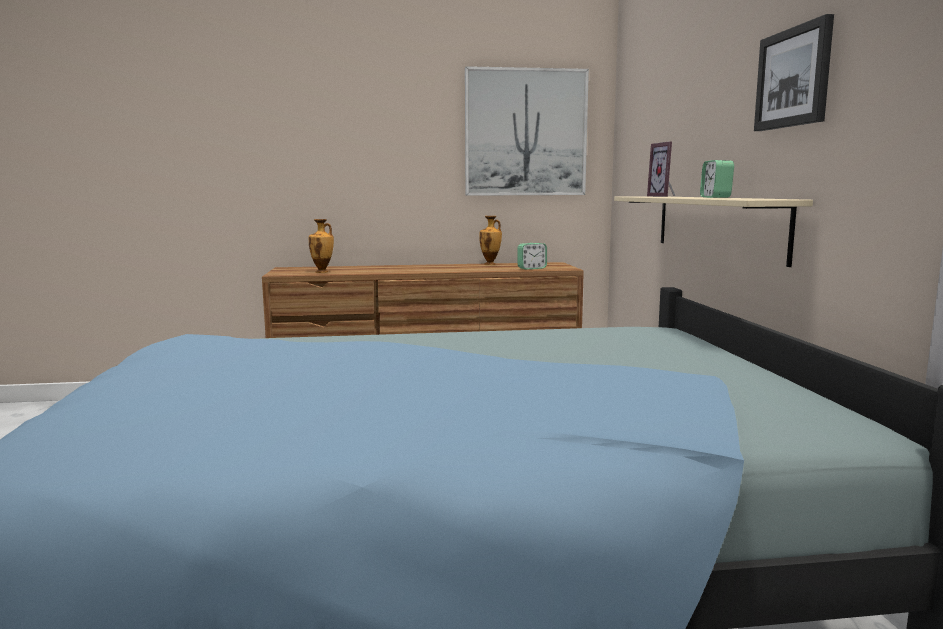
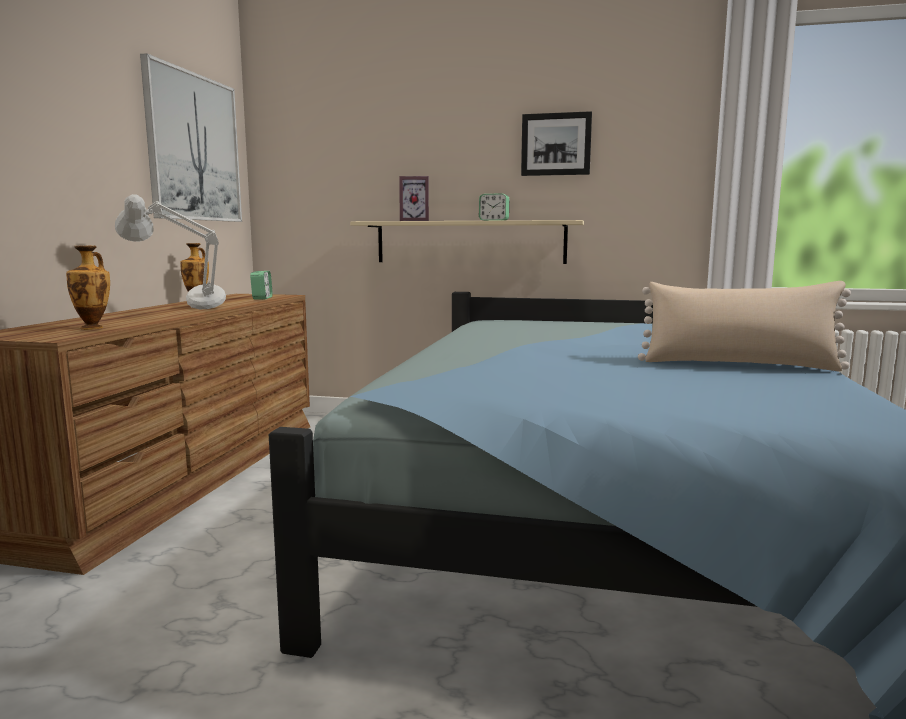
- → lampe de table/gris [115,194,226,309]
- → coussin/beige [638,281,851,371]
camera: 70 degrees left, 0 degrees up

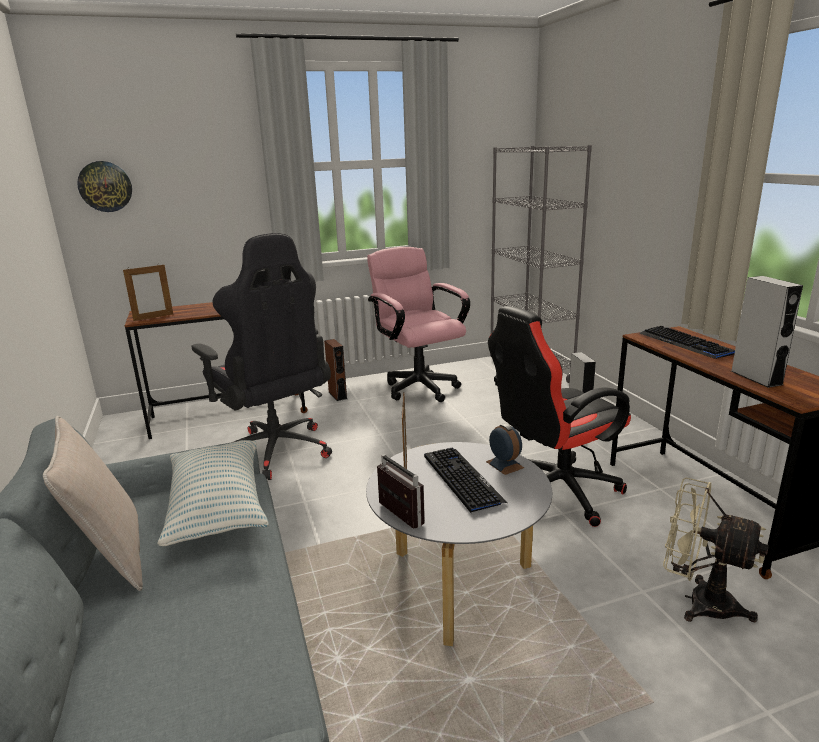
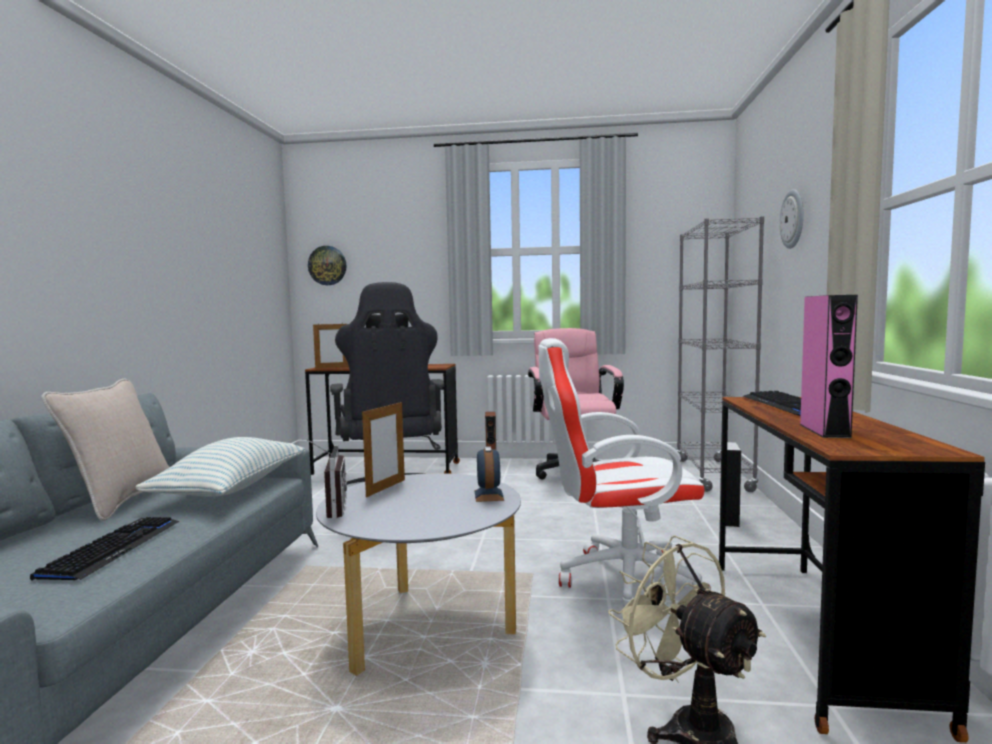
enceinte/gris [731,276,803,388] → enceinte/rose [799,295,858,438]
chaise de bureau/noir [488,306,631,527] → chaise de bureau/blanc [538,338,711,607]
clavier [424,448,508,514] → clavier [30,517,180,580], relocated
- → horloge murale [780,189,804,249]
camera: 25 degrees right, 15 degrees down

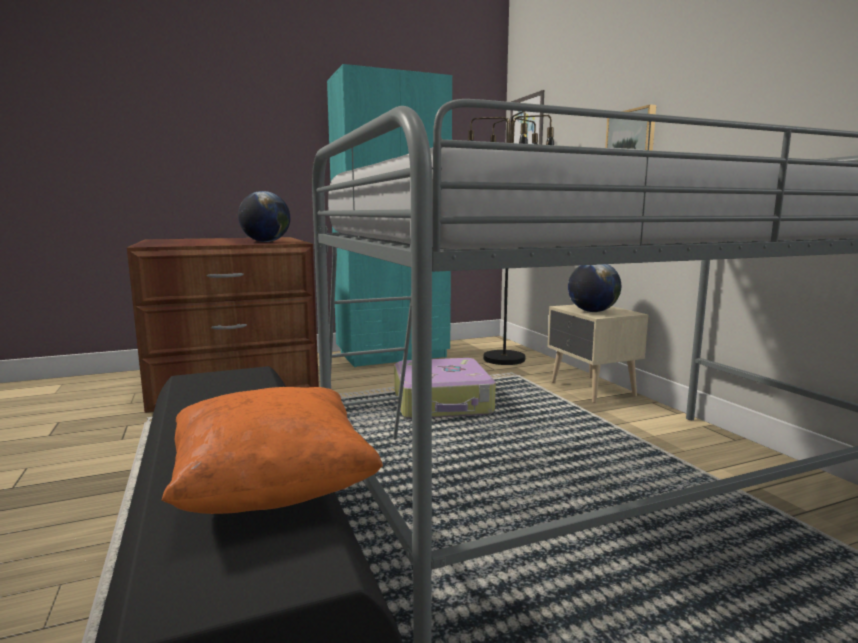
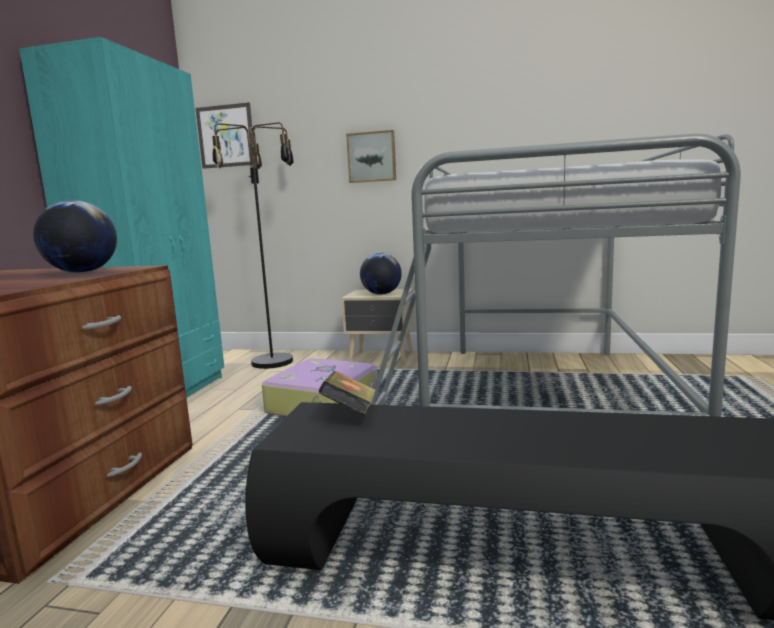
coussin/orange [162,387,383,514] → -
- → livre [318,371,376,415]
camera: 55 degrees left, 0 degrees up

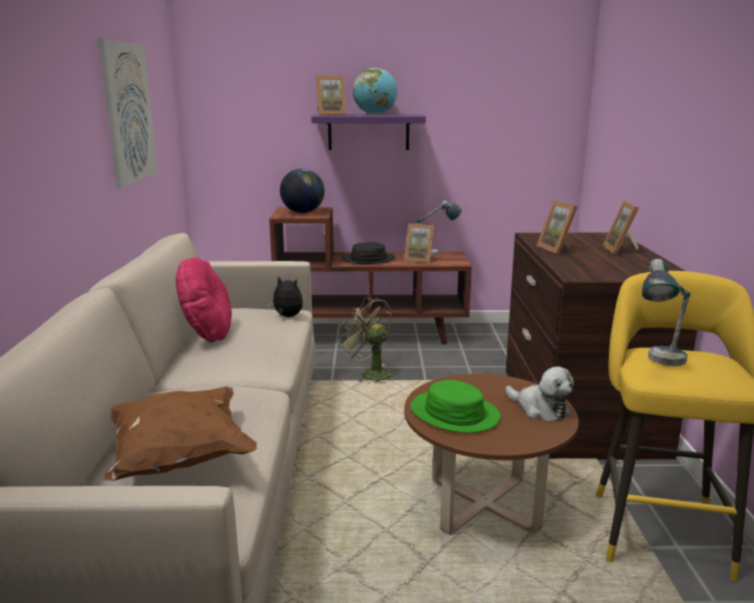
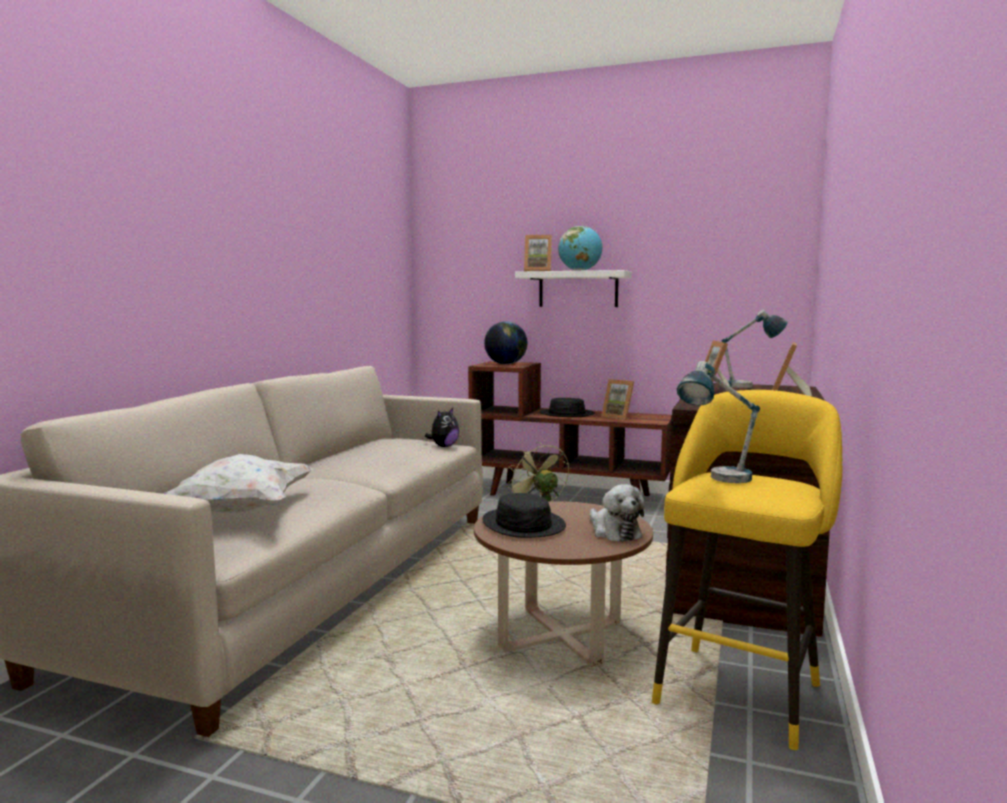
tableau [98,39,158,188] → -
étagère/violet [311,115,426,150] → étagère/blanc [515,270,632,307]
lampe de table [416,200,462,256] → lampe de table [722,310,788,388], relocated
coussin/rose [176,257,232,343] → -
peluche [268,276,303,317] → peluche [425,408,459,447], 75 degrees clockwise
chapeau/vert [410,380,501,433] → chapeau/noir [482,493,566,538]
coussin/marron [103,386,257,481] → coussin/blanc [163,454,313,513]
camera: 20 degrees right, 10 degrees down

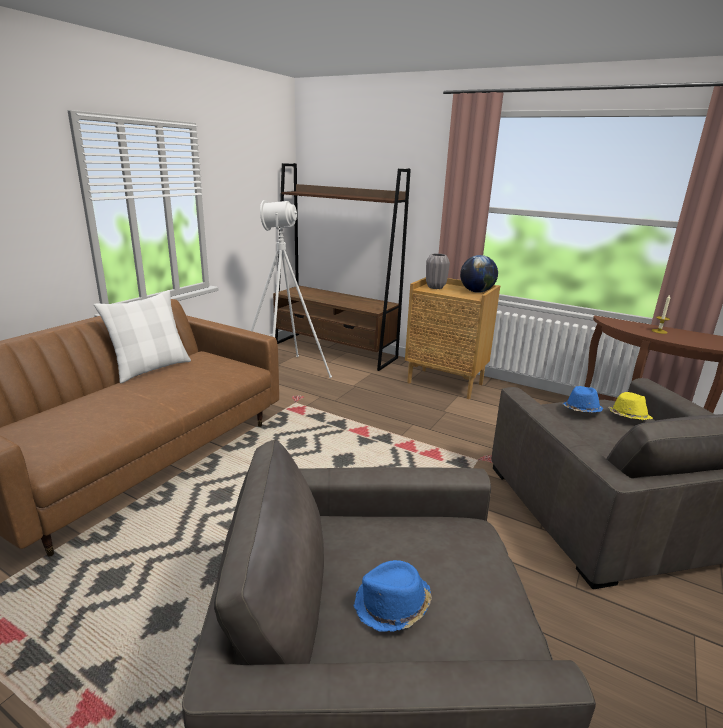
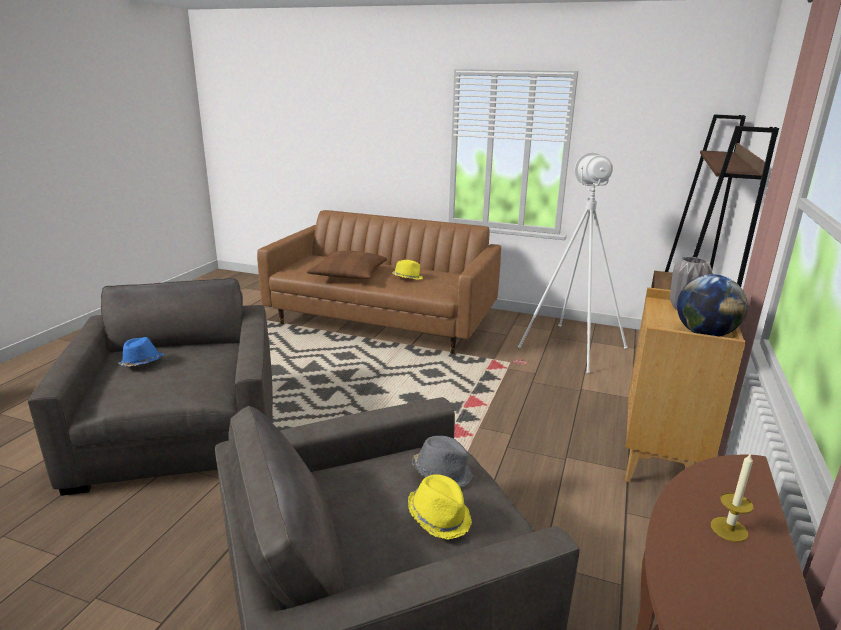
coussin/blanc [94,290,191,383] → -
chapeau/bleu [563,386,603,413] → chapeau/gris [412,436,473,487]
- → coussin/marron [307,251,387,279]
- → chapeau/jaune [392,260,423,280]
camera: 80 degrees right, 0 degrees up

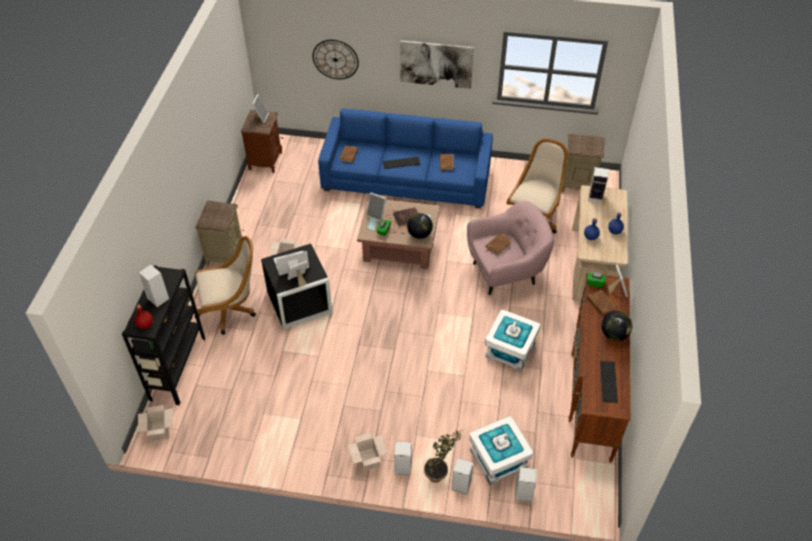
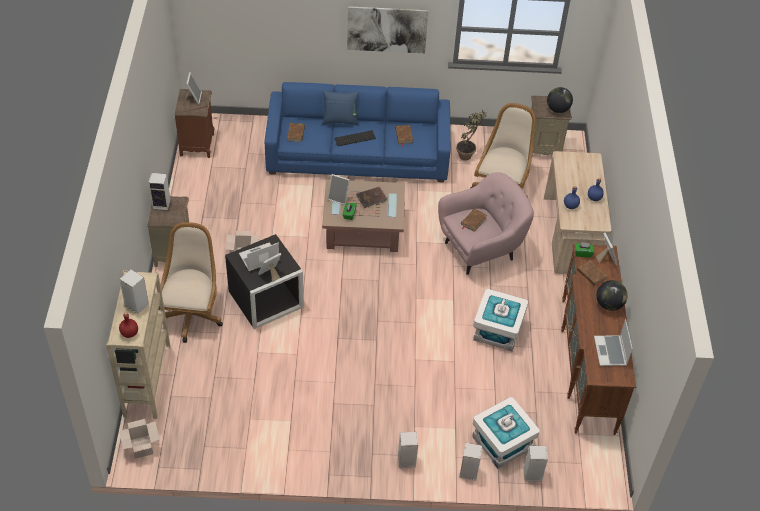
horloge murale [313,40,359,79] → -
enceinte [588,167,609,203] → enceinte [149,173,171,210], relocated
globe [407,213,433,239] → globe [547,87,573,113], relocated
chaise de bureau [195,236,256,335] → chaise de bureau [159,222,223,343], 60 degrees counterclockwise
bibliothèque/noir [122,265,205,405] → bibliothèque/beige [106,270,171,419]
clavier [600,361,618,403] → ordinateur portable [594,319,633,366]
plante en pot [424,430,462,483] → plante en pot [456,109,487,161], relocated
carton [348,433,387,471] → -
- → coussin/bleu [322,91,359,126]
camera: 10 degrees left, 0 degrees up

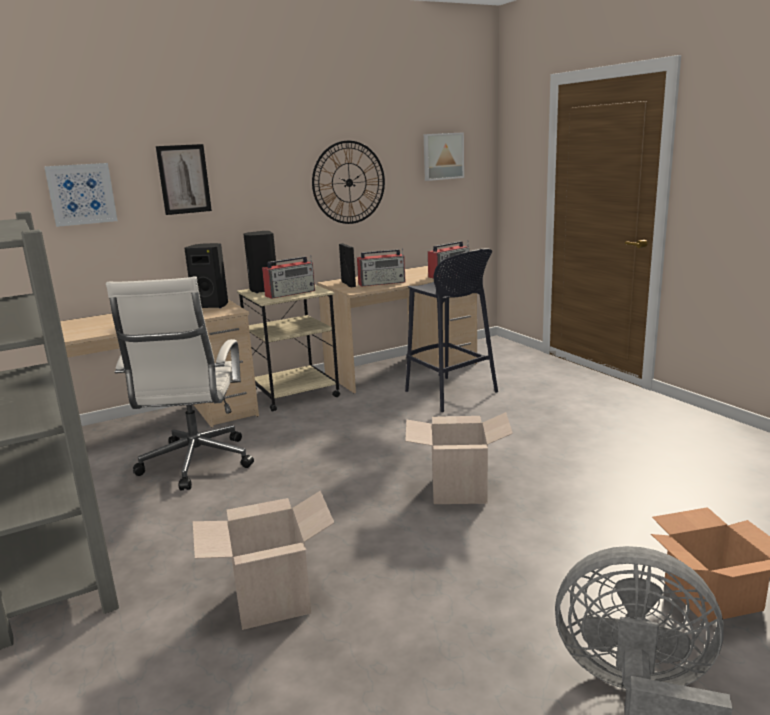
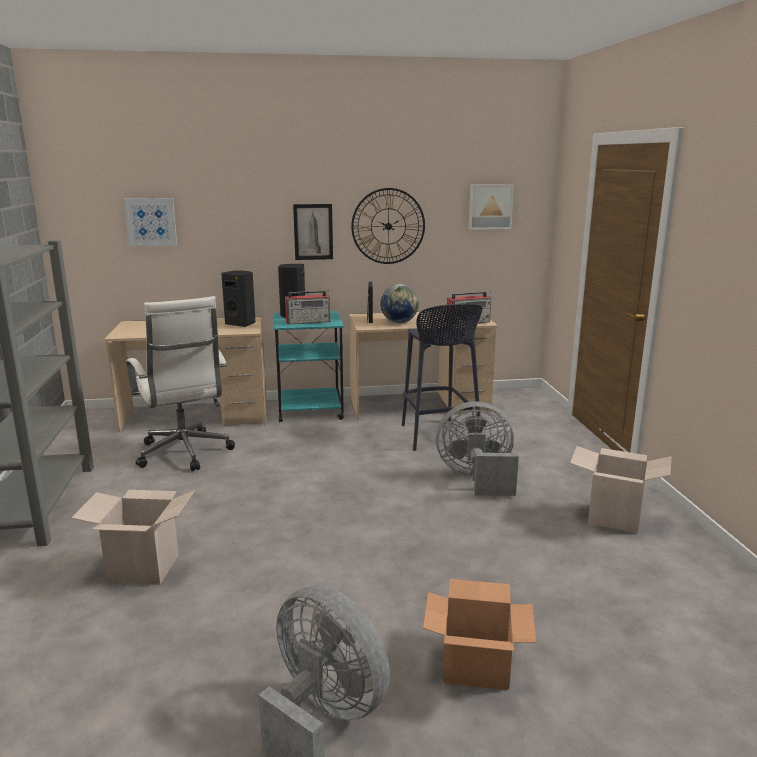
tableau [156,144,212,215] → tableau [293,204,333,260], relocated
radio [357,248,405,287] → globe [381,284,419,323]
chaise de bureau/blanc [106,277,254,490] → chaise de bureau/blanc [126,296,235,471], 45 degrees counterclockwise
chariot/beige [237,285,340,412] → chariot/turquoise [274,311,344,422]
carton [405,412,513,504] → carton [570,446,671,533], relocated
- → ventilateur/gris [436,401,519,496]
camera: 20 degrees right, 0 degrees up

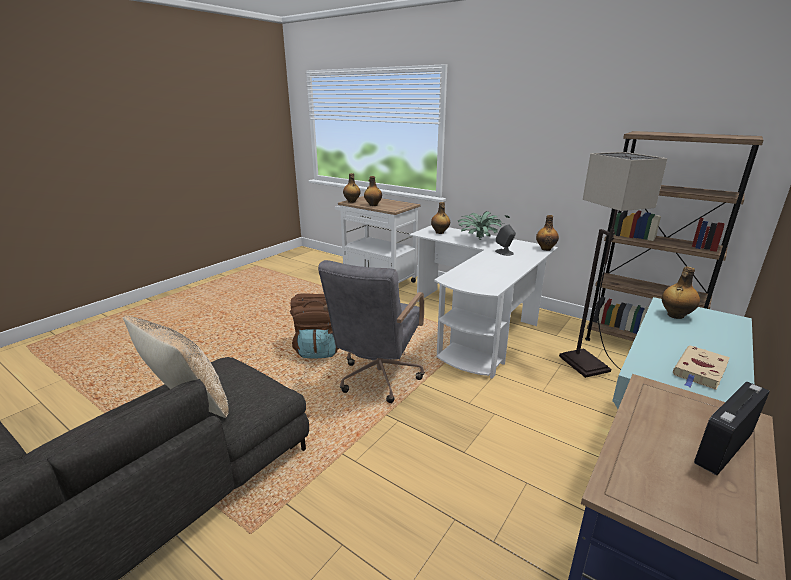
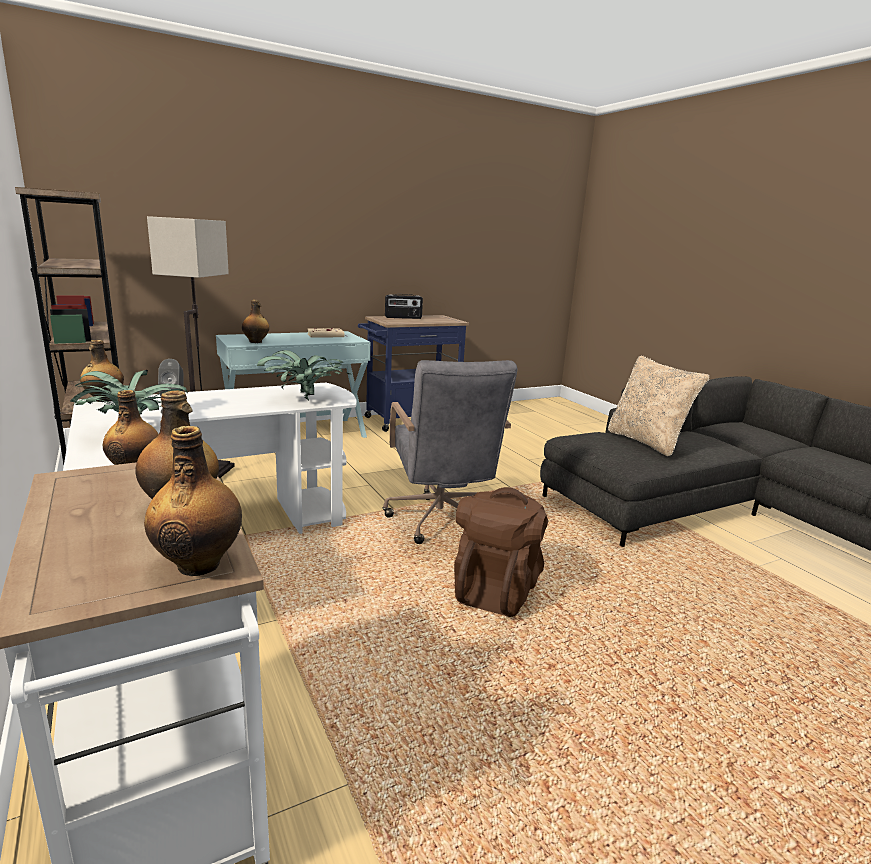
chaise de bureau/gris [318,260,425,403] → chaise de bureau/gris [382,360,518,544], 120 degrees clockwise
- → plante en pot [257,350,350,400]
camera: 155 degrees left, 5 degrees down

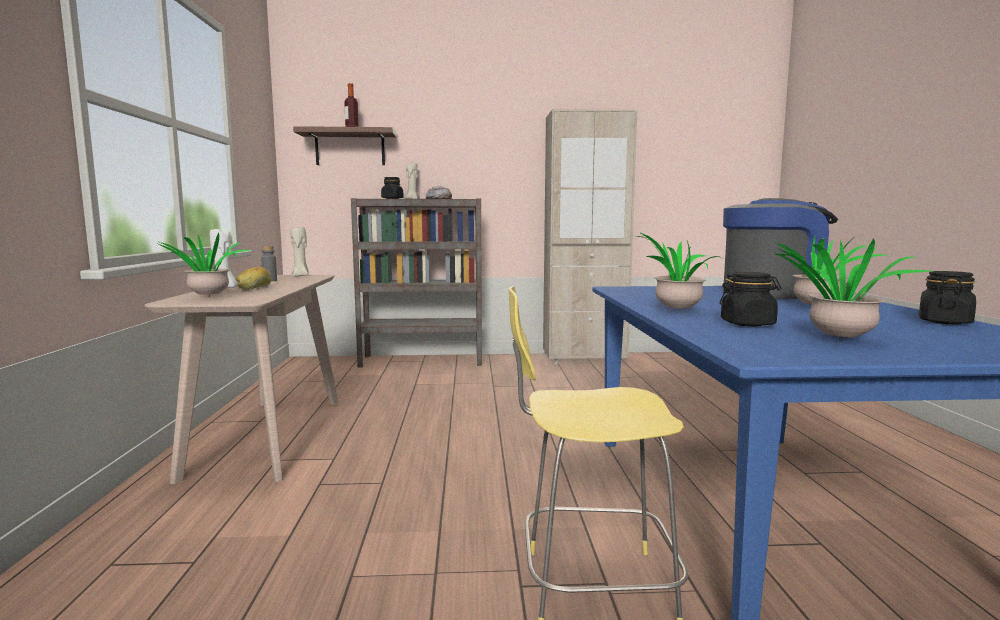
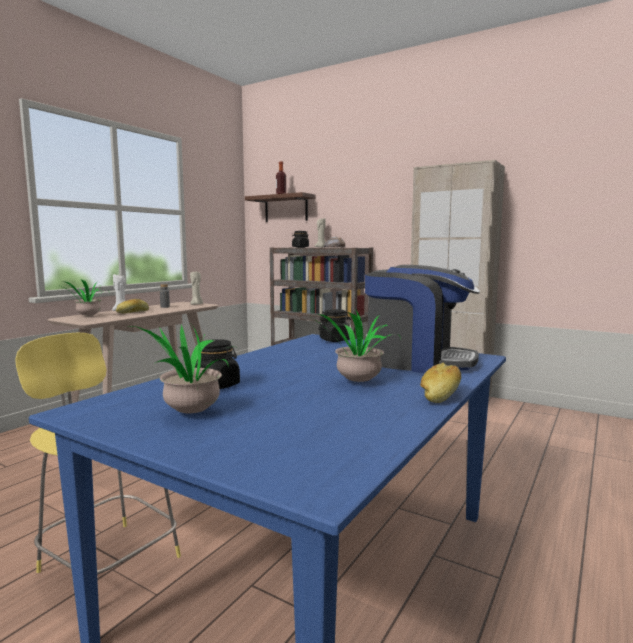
plante en pot [637,232,722,310] → -
bocal/noir [919,271,976,324] → bocal/noir [319,309,352,342], relocated
- → pain [420,362,461,403]
camera: 35 degrees right, 0 degrees up

